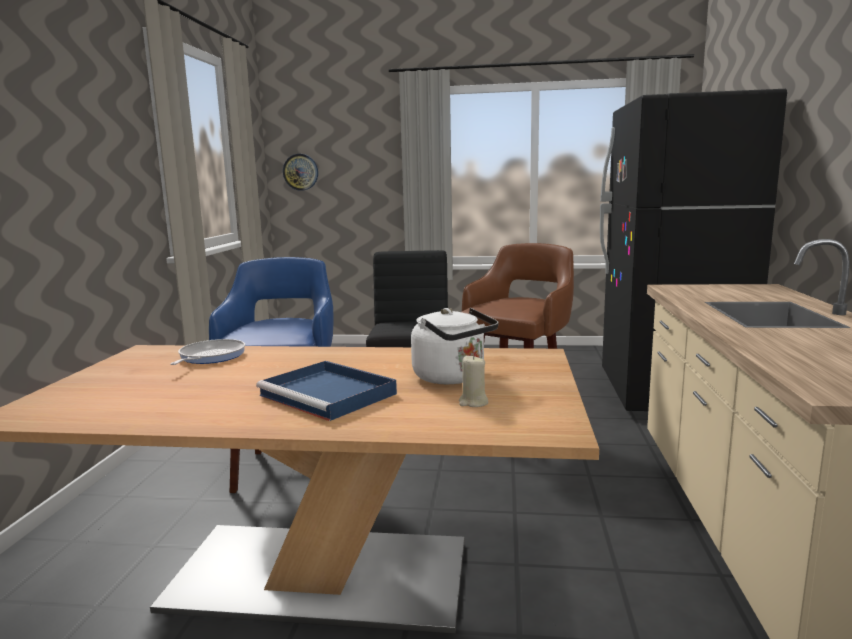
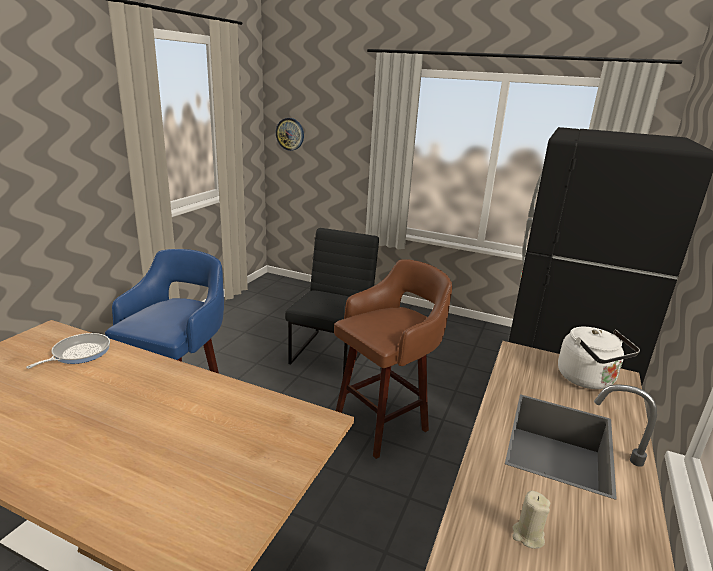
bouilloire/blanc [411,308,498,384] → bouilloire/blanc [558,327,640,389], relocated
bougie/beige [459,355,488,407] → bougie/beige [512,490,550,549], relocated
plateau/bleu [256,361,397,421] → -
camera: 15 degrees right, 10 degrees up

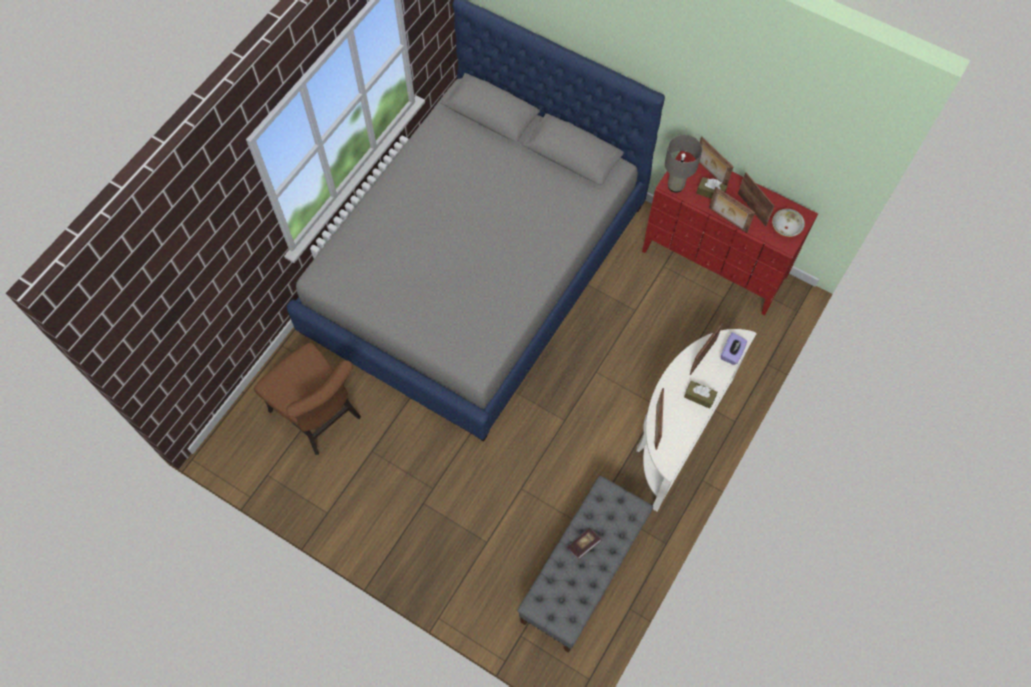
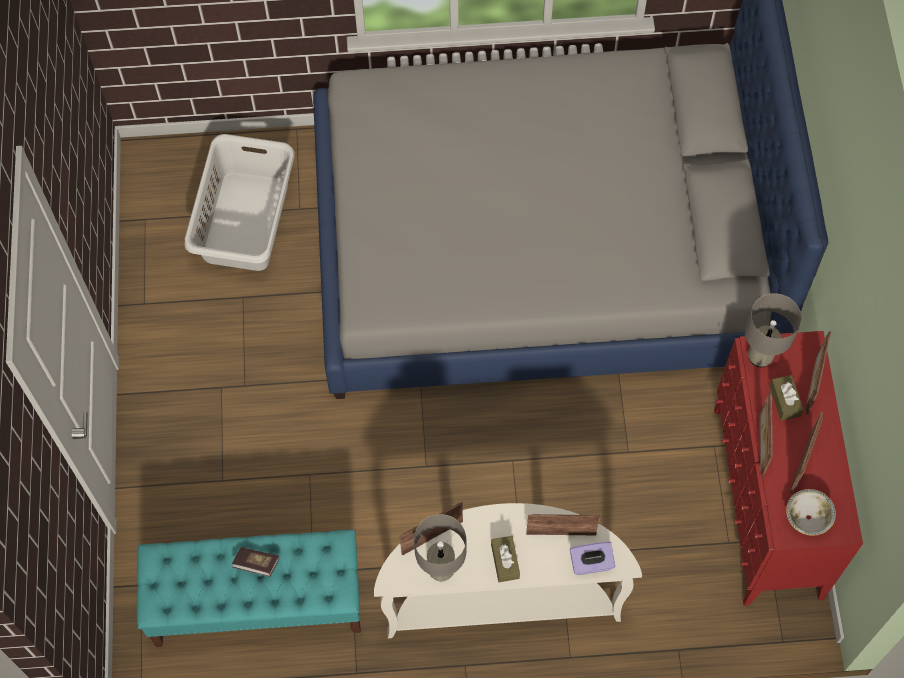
chaise/marron [254,343,361,455] → panier à linge/gris [184,134,295,271]
banc/gris [517,476,653,653] → banc/turquoise [137,530,361,647]
- → lampe de table/gris [414,514,467,581]
camera: 55 degrees right, 0 degrees up

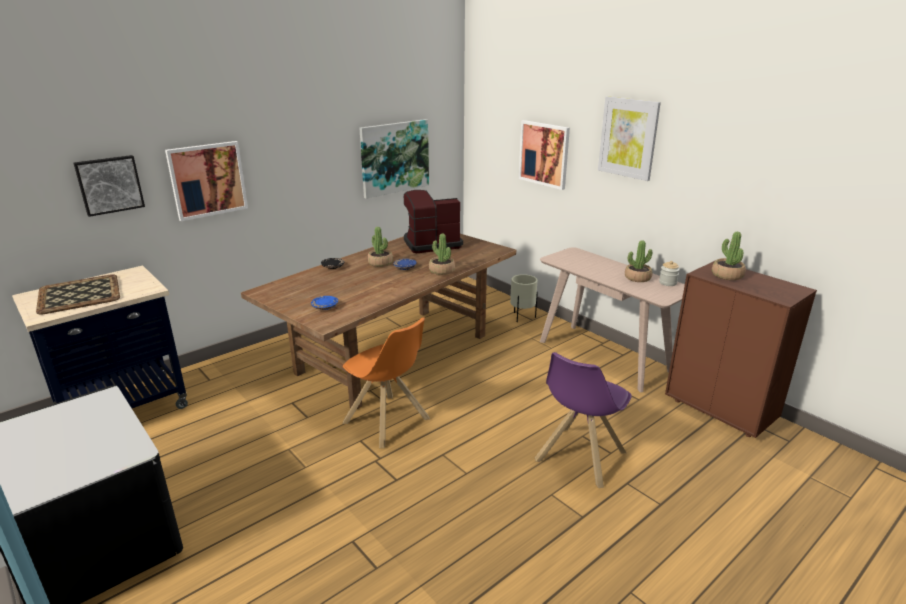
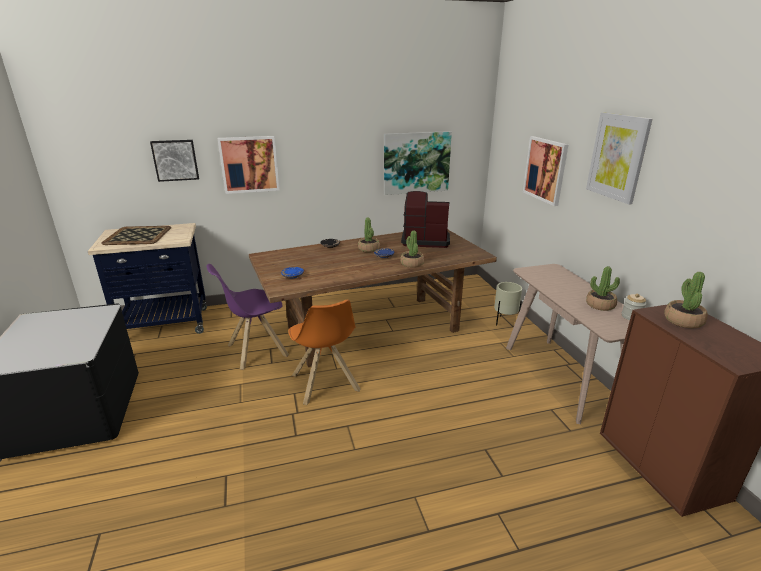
chaise/violet [535,352,632,488] → chaise/violet [207,264,289,370], relocated
camera: 25 degrees right, 0 degrees up

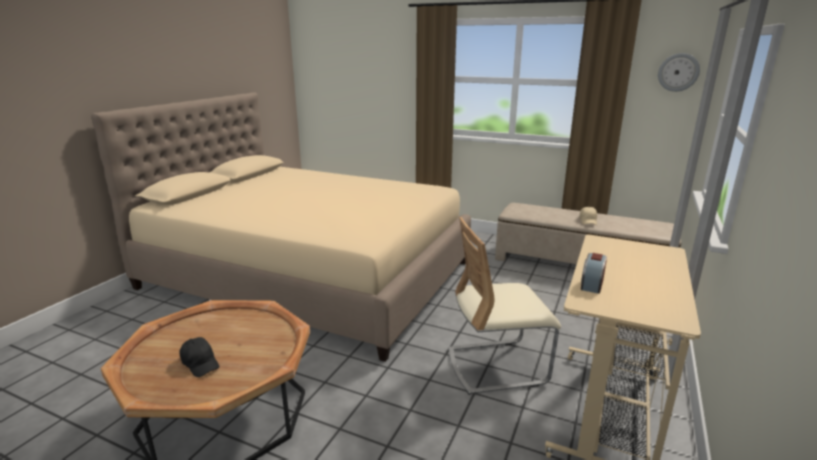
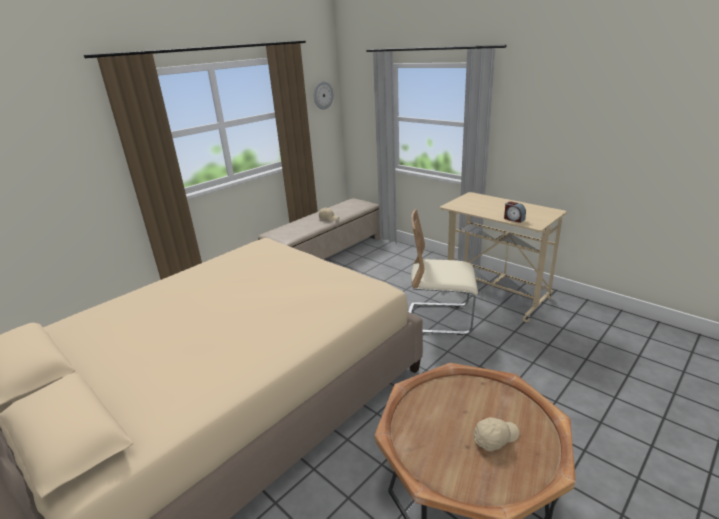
chaise/beige [449,217,561,395] → chaise/beige [408,209,478,335], 90 degrees clockwise
casquette/noir [179,337,220,377] → casquette/beige [474,417,519,451]
camera: 70 degrees left, 5 degrees up

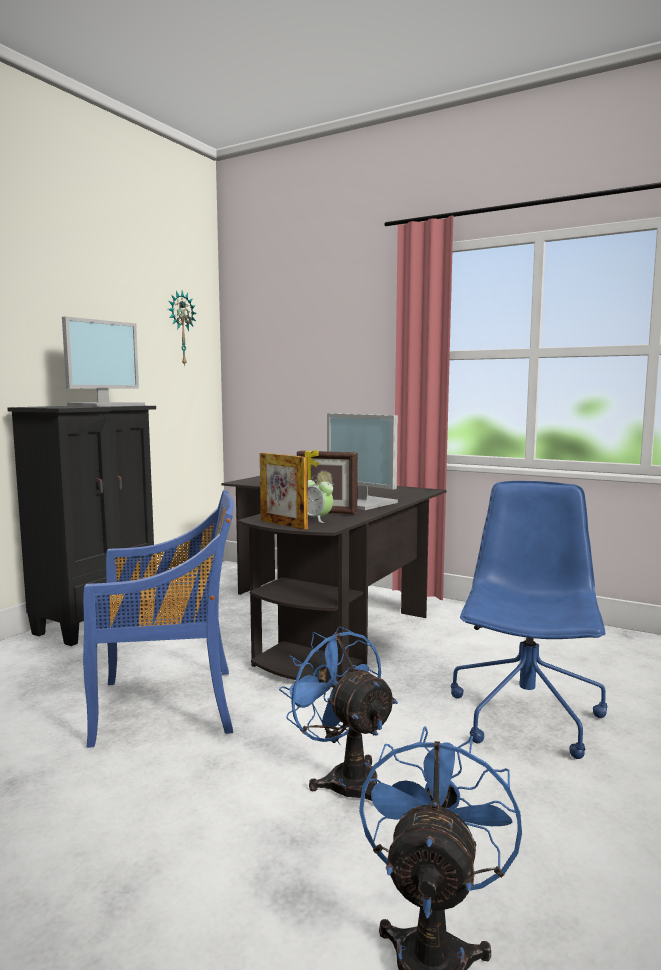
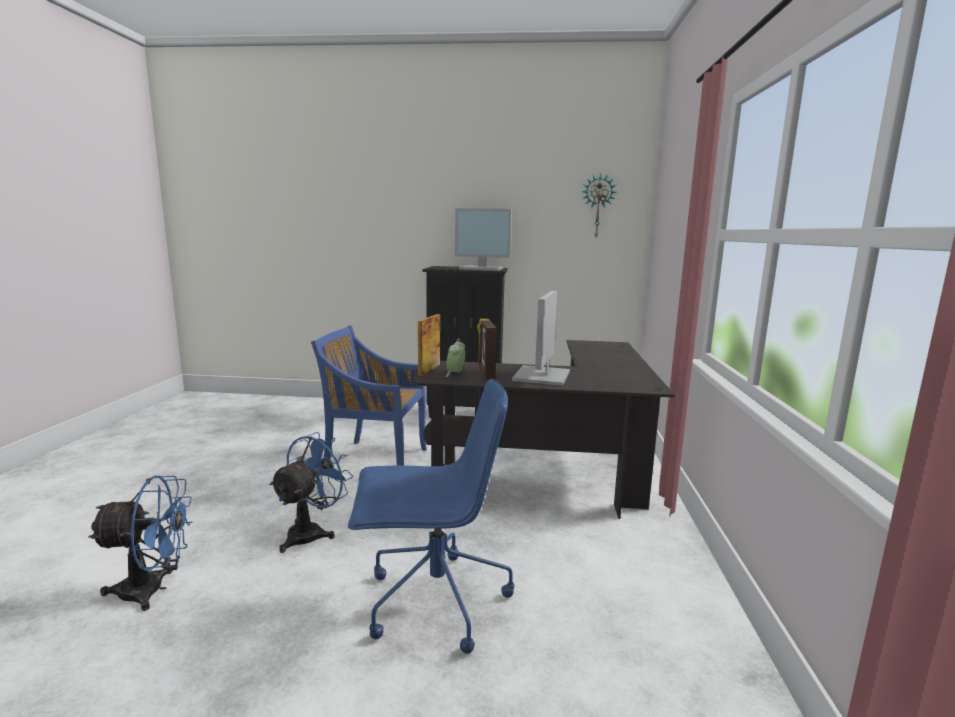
chaise/bleu [83,490,234,748] → chaise/bleu [311,325,427,476], 135 degrees clockwise
camera: 65 degrees right, 5 degrees up

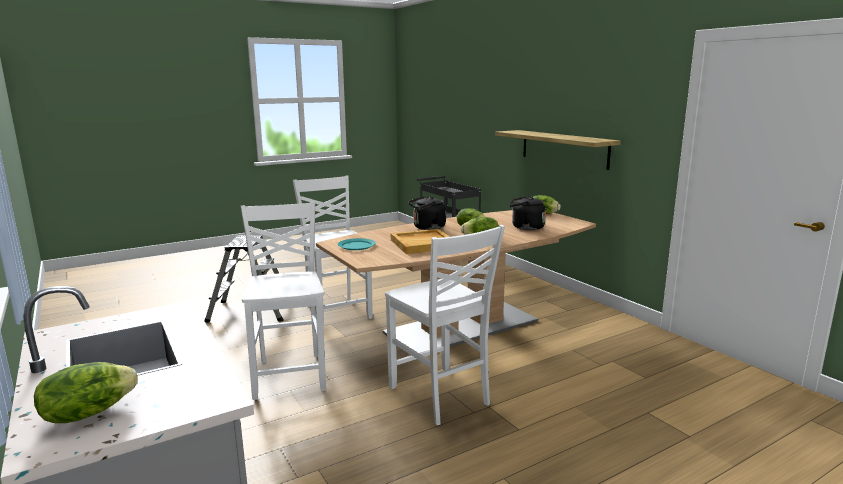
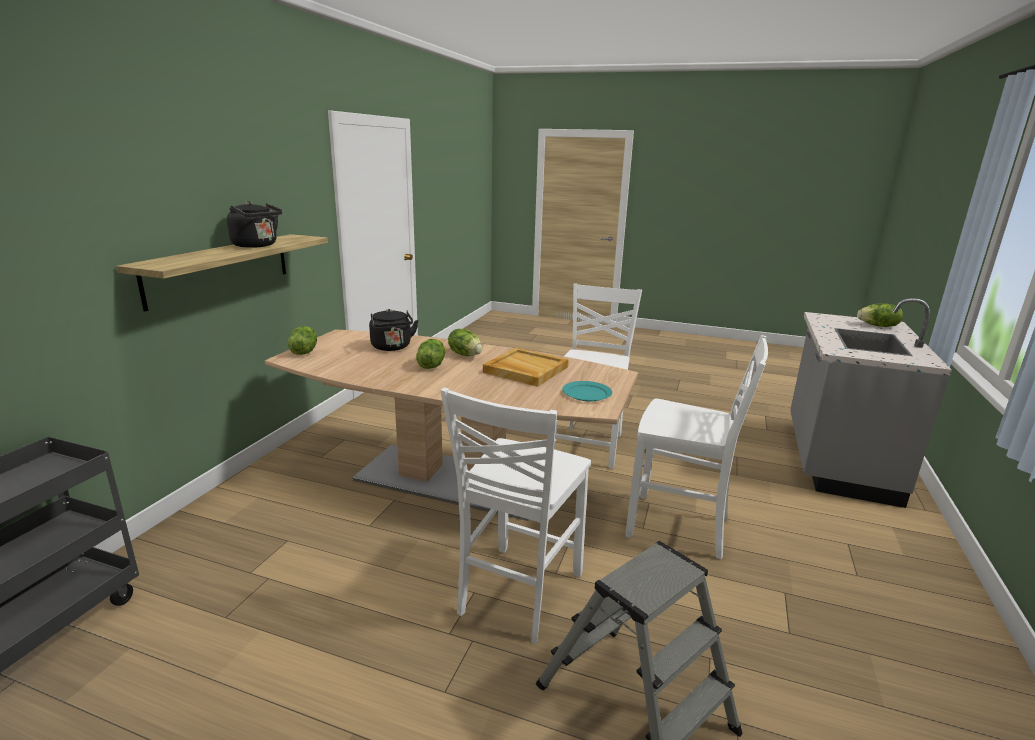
bouilloire/noir [408,196,446,230] → bouilloire/noir [227,201,282,248], relocated
chaise/blanc [241,202,326,400] → chaise/blanc [625,335,768,560], 105 degrees counterclockwise
camera: 130 degrees left, 5 degrees up

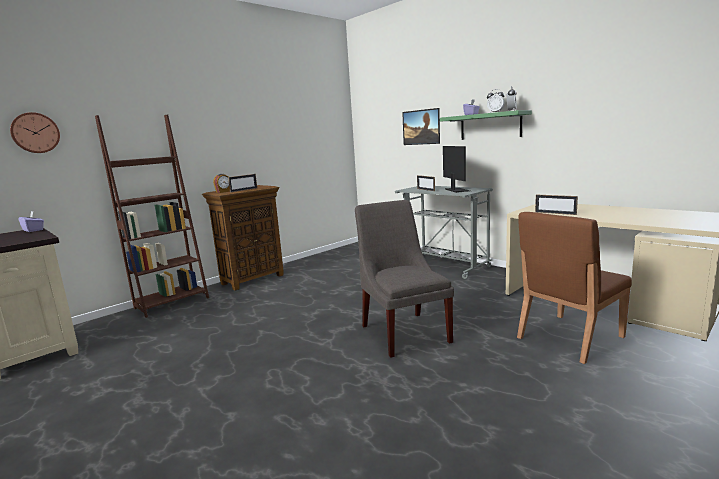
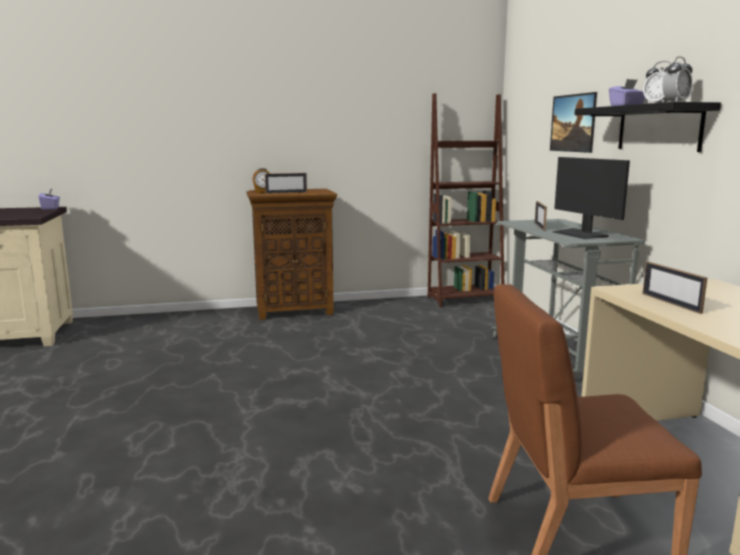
étagère/vert [440,110,532,140] → étagère/noir [574,102,721,152]
horloge murale [10,112,60,153] → -
bibliothèque/marron [95,115,209,318] → bibliothèque/marron [428,93,504,308], relocated
écran d'ordinateur [443,146,470,193] → écran d'ordinateur [553,157,630,239], 135 degrees clockwise
chaise/gris [355,200,454,358] → -
camera: 30 degrees right, 0 degrees up

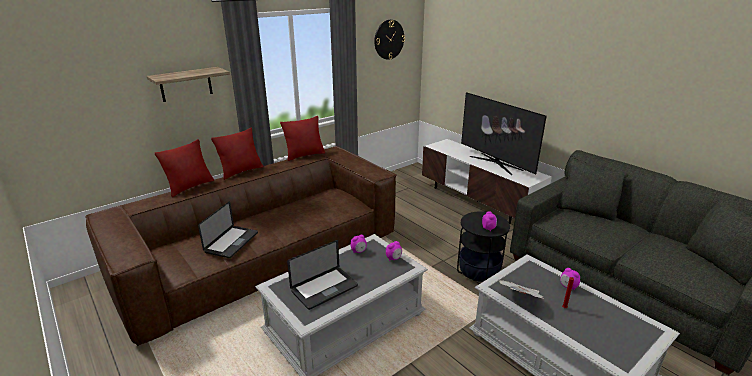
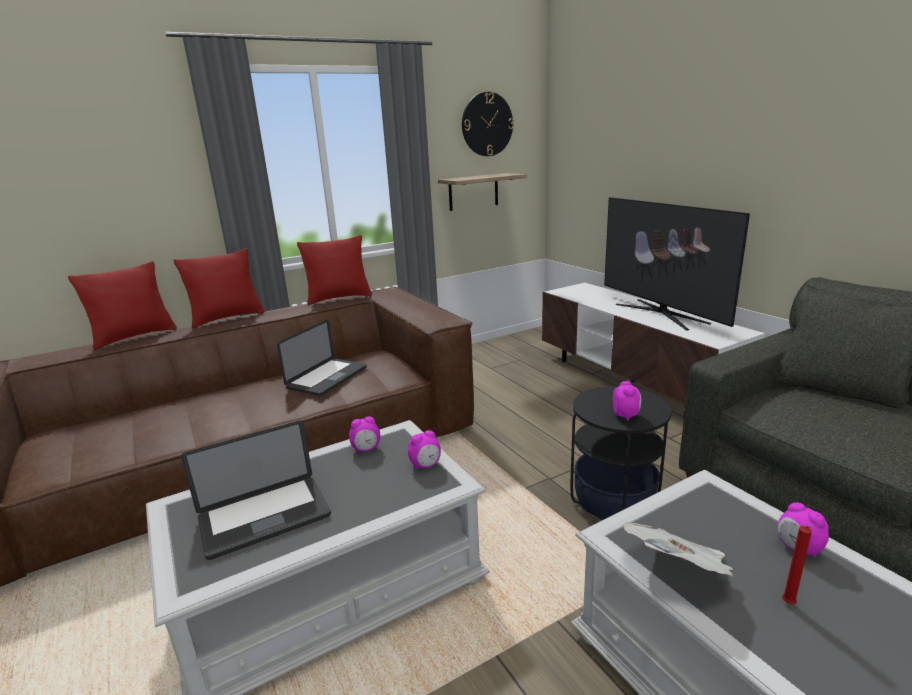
étagère [147,67,230,102] → étagère [438,173,527,211], relocated
ordinateur portable [198,201,258,258] → ordinateur portable [277,320,367,396], relocated
camera: 10 degrees right, 5 degrees down

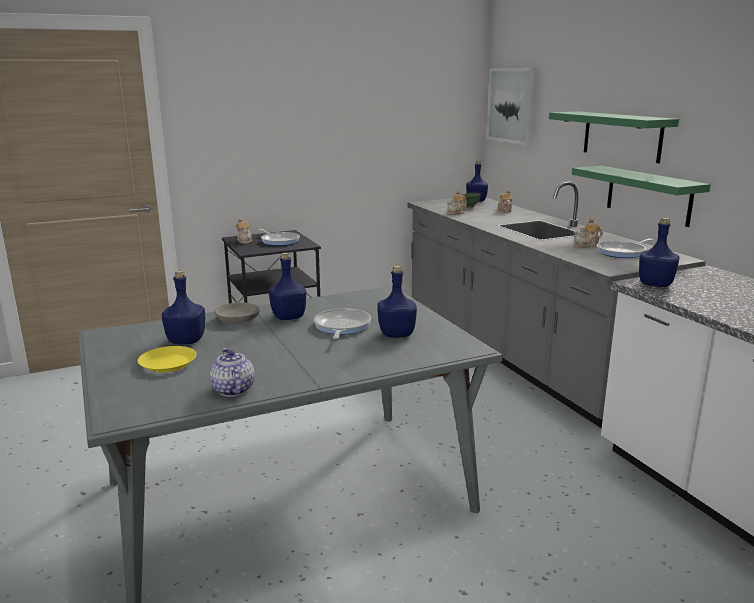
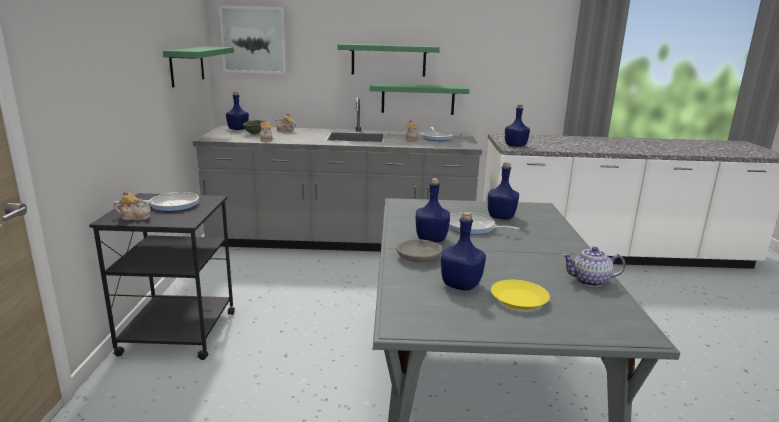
- → étagère/vert [163,46,234,87]
camera: 65 degrees left, 0 degrees up

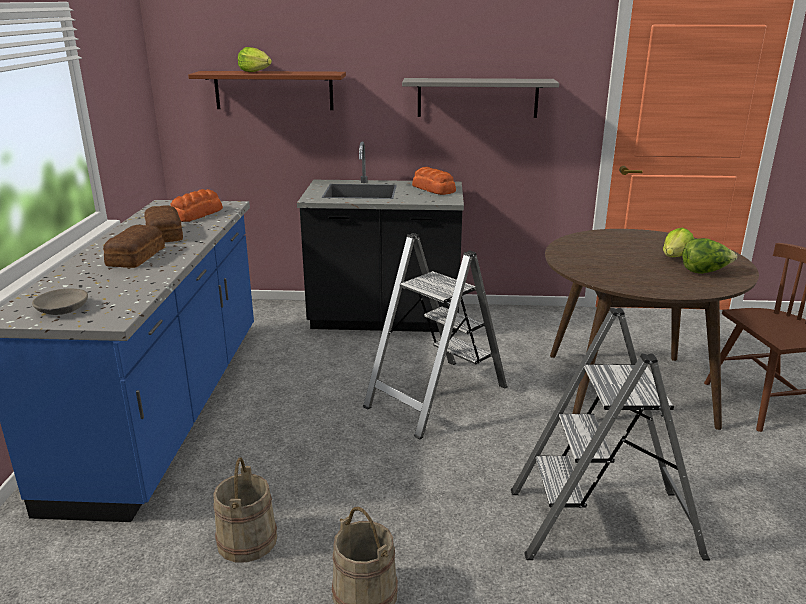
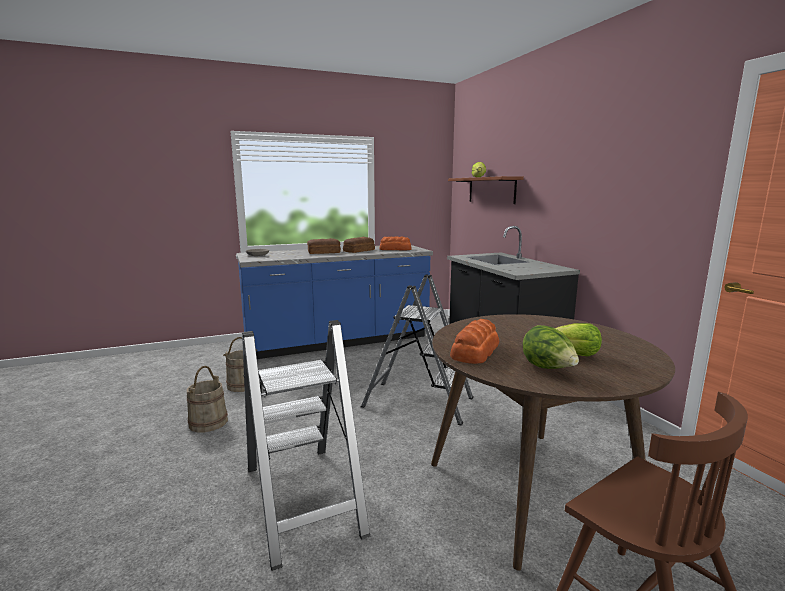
étagère/gris [402,78,559,118] → -
pain [412,167,456,195] → pain [450,319,499,364], relocated
camera: 65 degrees right, 10 degrees down

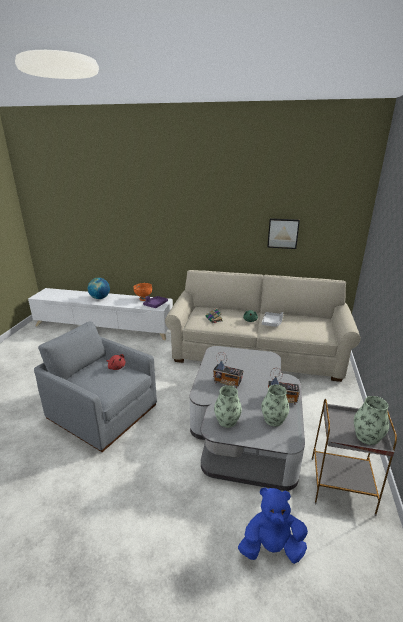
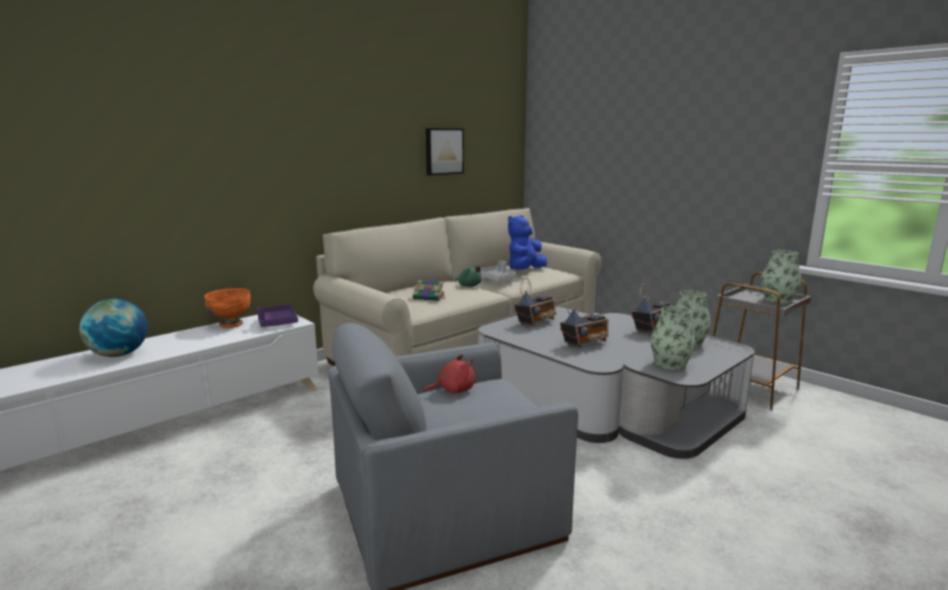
peluche/bleu [238,487,308,564] → peluche/bleu [508,215,547,270], relocated
- → radio [514,278,556,326]
camera: 55 degrees left, 10 degrees down

